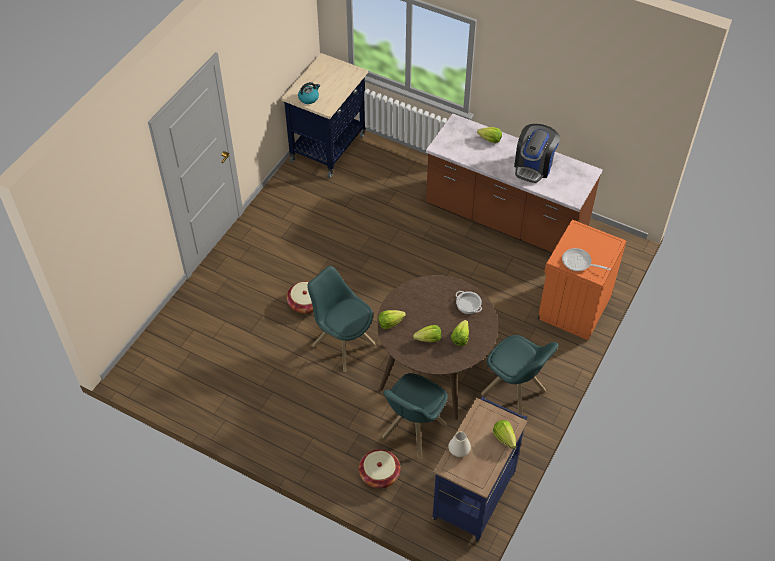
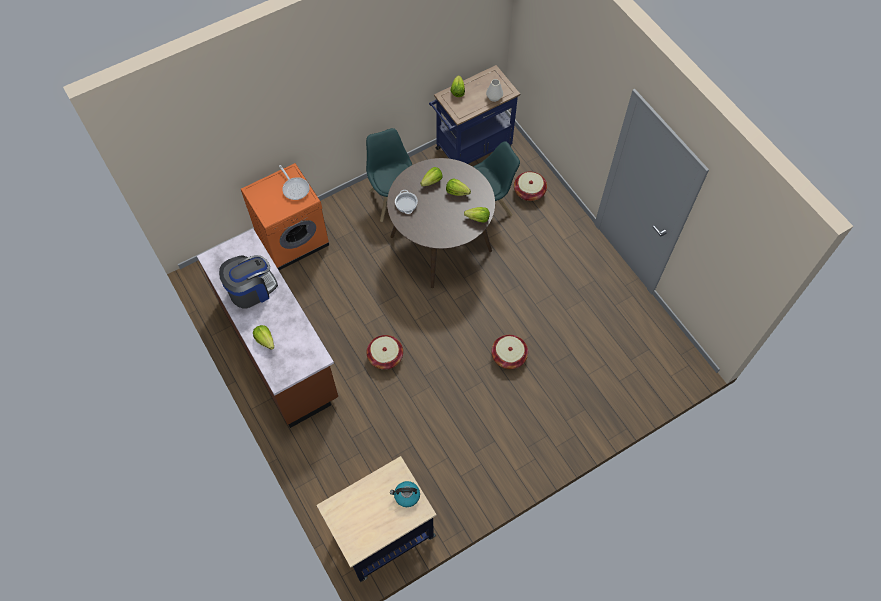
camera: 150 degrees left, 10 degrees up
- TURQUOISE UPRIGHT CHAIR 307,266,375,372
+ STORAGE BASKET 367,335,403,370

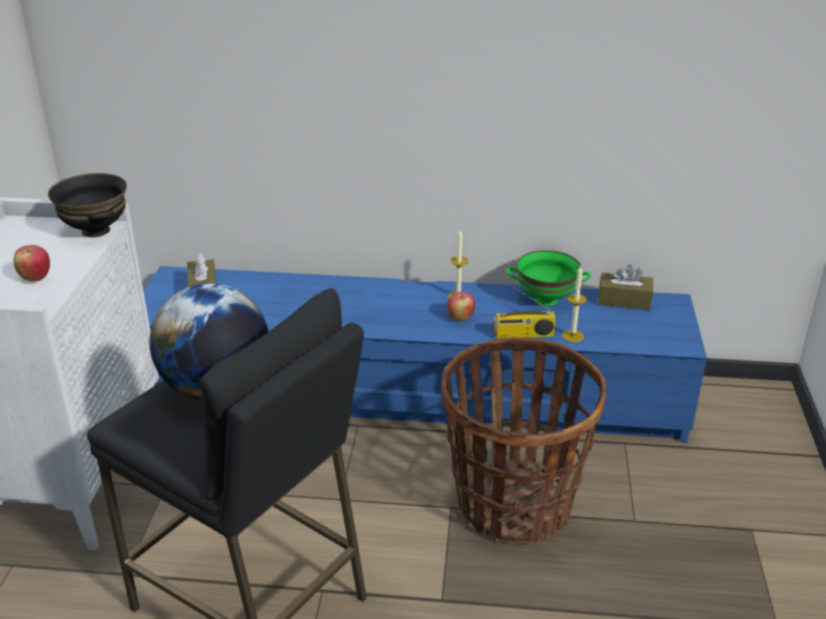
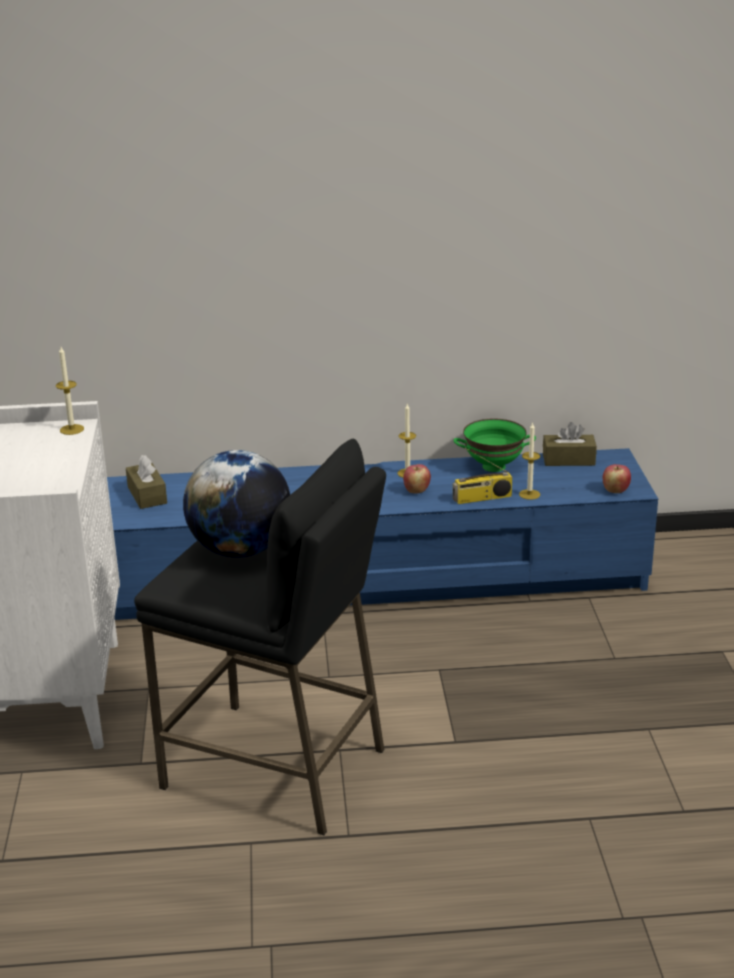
camera: 10 degrees left, 5 degrees down
- STORAGE BASKET 441,337,606,543
~ WHOLE APPLE 14,245,50,282 to 603,464,631,493
~ BLACK BOWL 48,173,127,237 to CANDLE 56,347,84,435

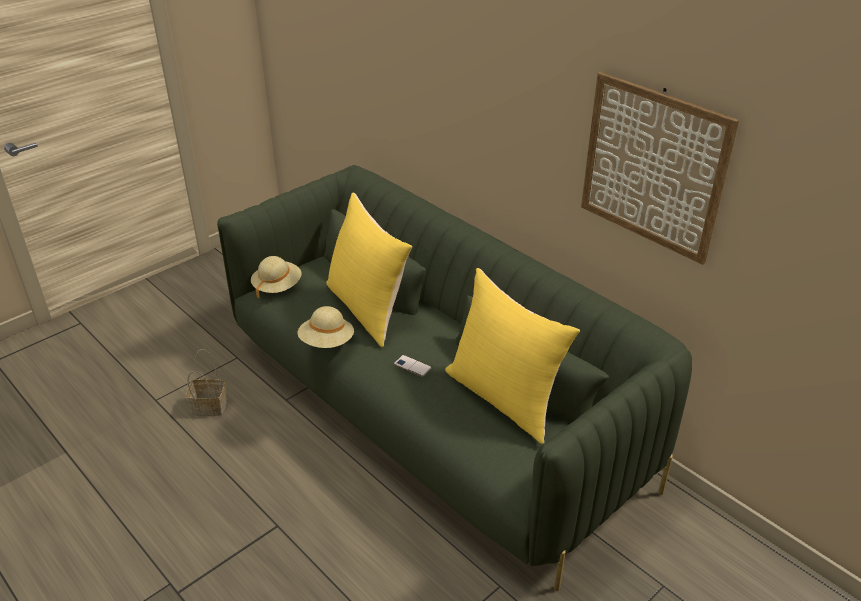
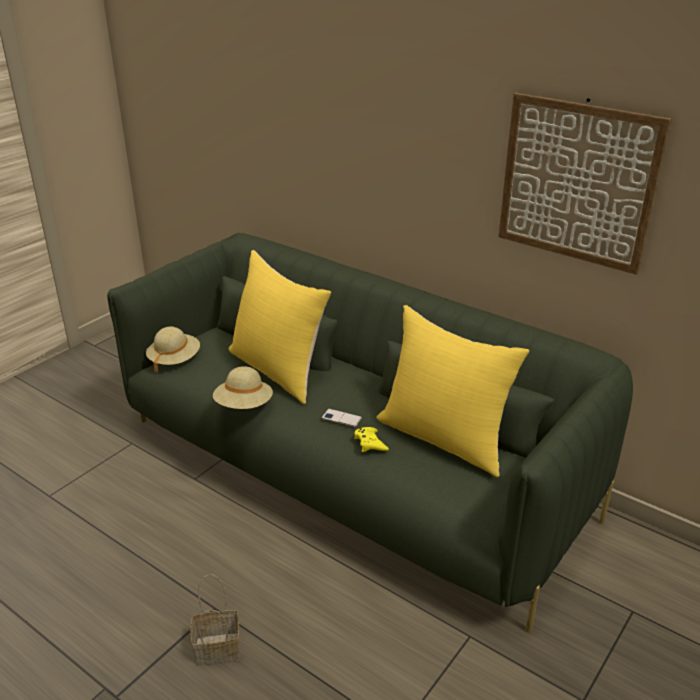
camera: 10 degrees left, 5 degrees down
+ YELLOW-COLOURED GAMEPAD 354,427,389,452
~ STORAGE BASKET 186,349,227,416 to 191,574,240,666

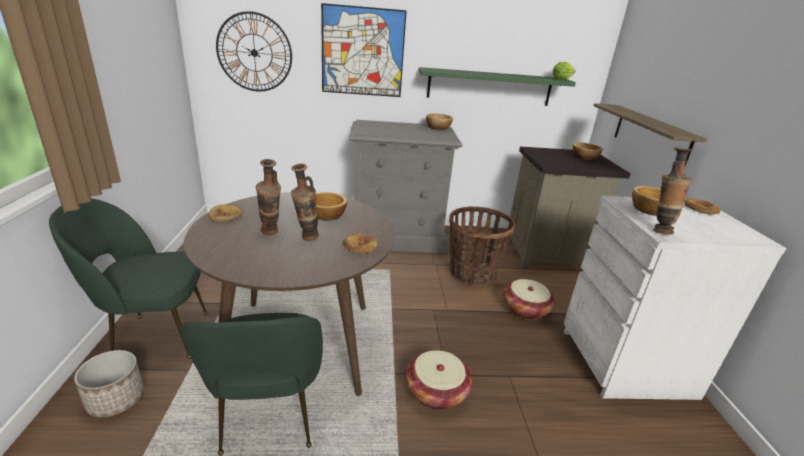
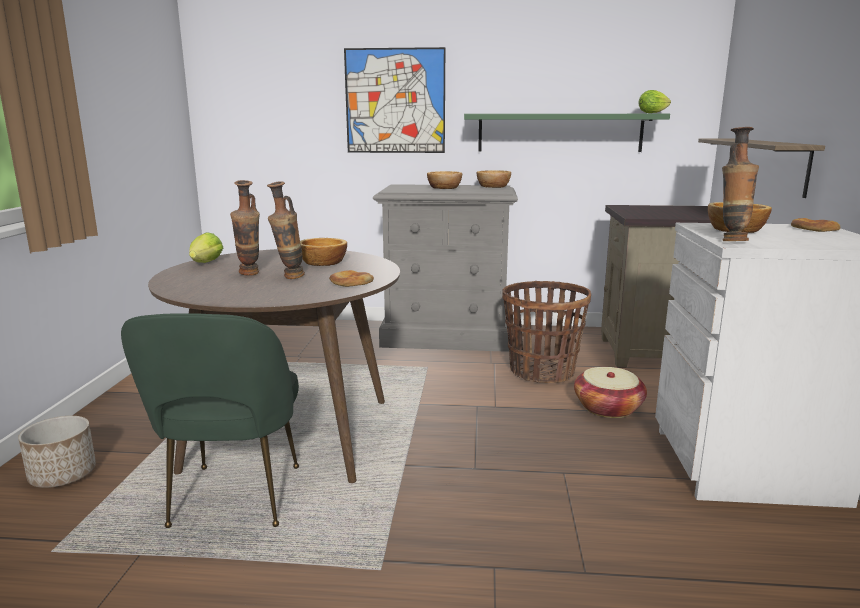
camera: 10 degrees right, 10 degrees down
- GREEN UPRIGHT CHAIR 49,198,208,359
- WALL CLOCK 216,11,292,92
- STORAGE BASKET 406,350,472,410
~ BOWL 573,143,603,161 to 427,171,462,189
~ BAKERY BREAD 209,205,243,222 to LETTUCE 189,232,223,263

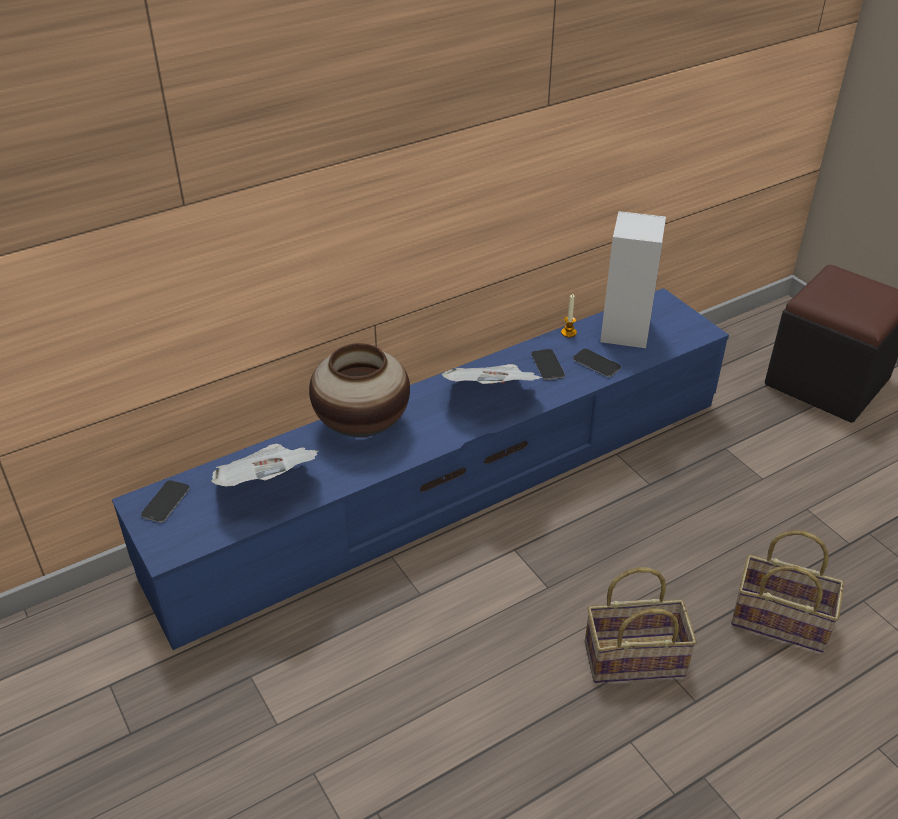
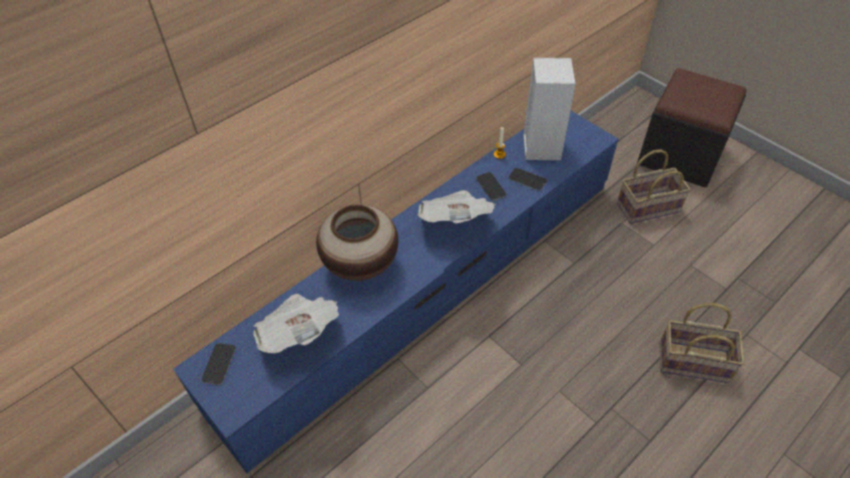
camera: 10 degrees left, 10 degrees up
~ STORAGE BASKET 585,567,697,683 to 617,149,691,224

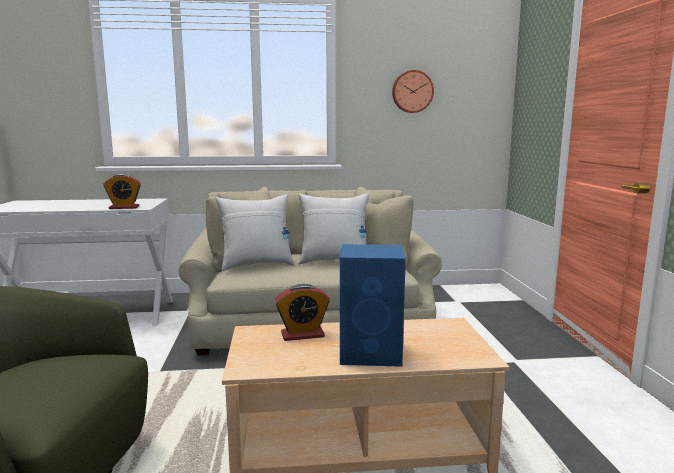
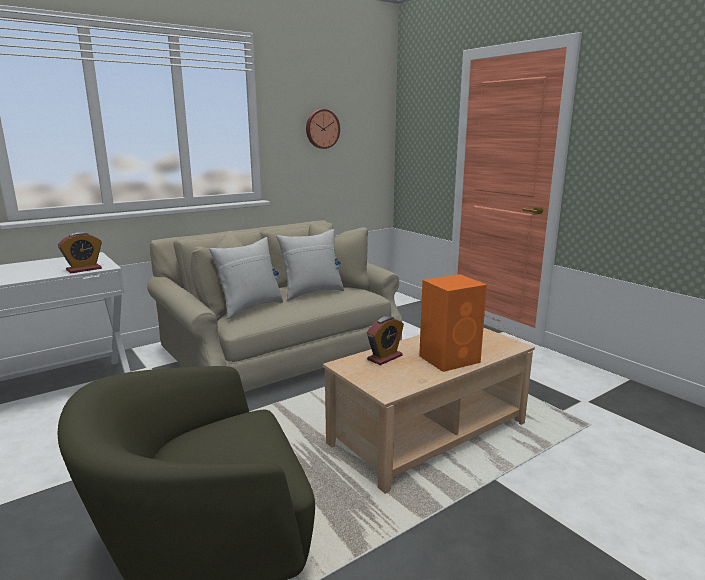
camera: 30 degrees left, 5 degrees up
~ BLUE SPEAKER 340,244,406,367 to ORANGE SPEAKER 419,274,487,372

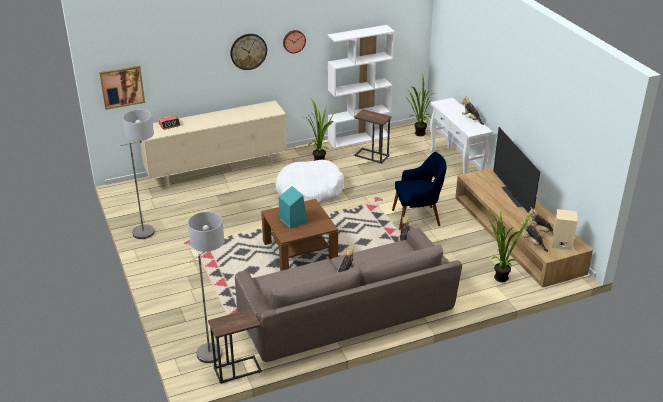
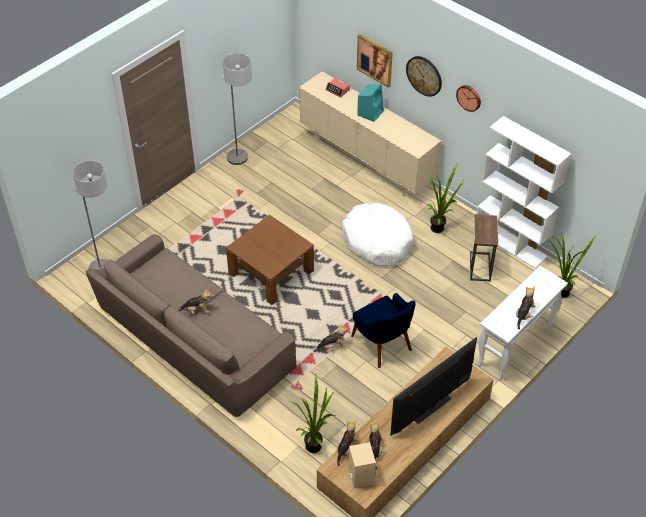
camera: 65 degrees right, 15 degrees up
- BROWN-COLOURED ACCENT TABLE 208,309,262,384
~ WALL ART 99,66,145,110 to 357,34,393,88
~ TURQUOISE SPEAKER 279,186,307,229 to 357,84,384,122

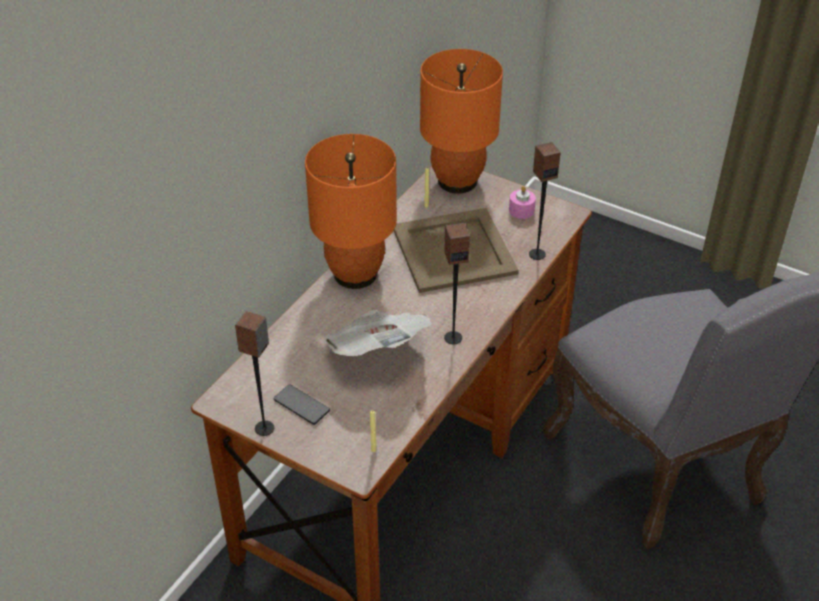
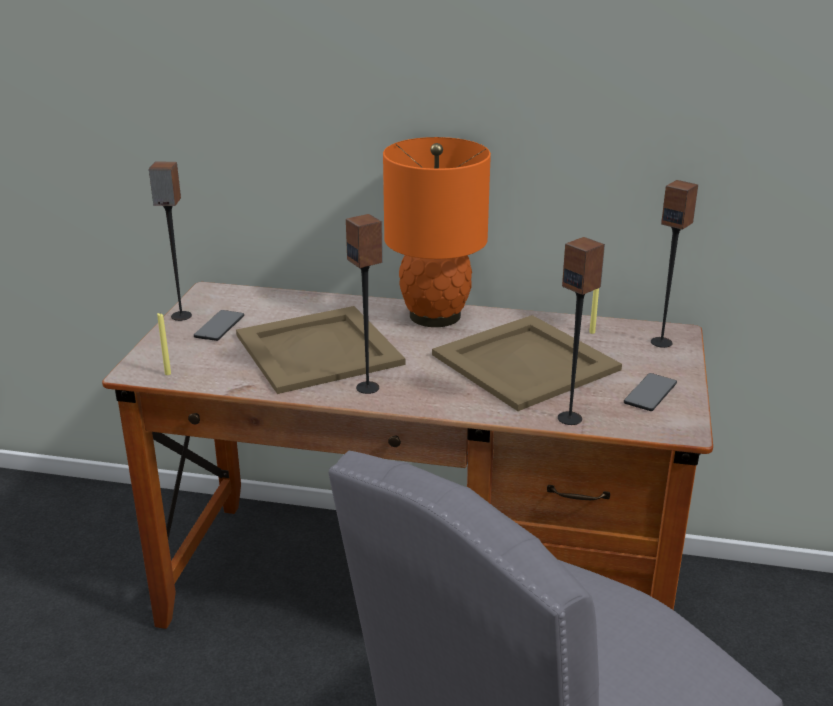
camera: 70 degrees right, 15 degrees down
~ NEWSPAPER 323,309,432,356 to BEIGE CARRYING TRAY 236,306,406,394
~ ORANGE LAMP FOR A TABLE 420,49,503,194 to SPEAKER 651,180,698,348
~ PINK CANDLE 509,186,536,219 to HANDSET 624,373,677,411

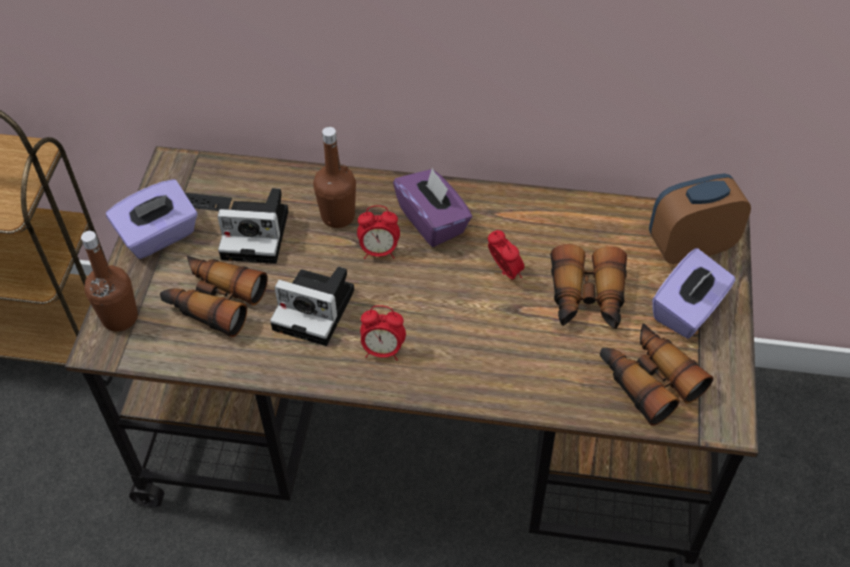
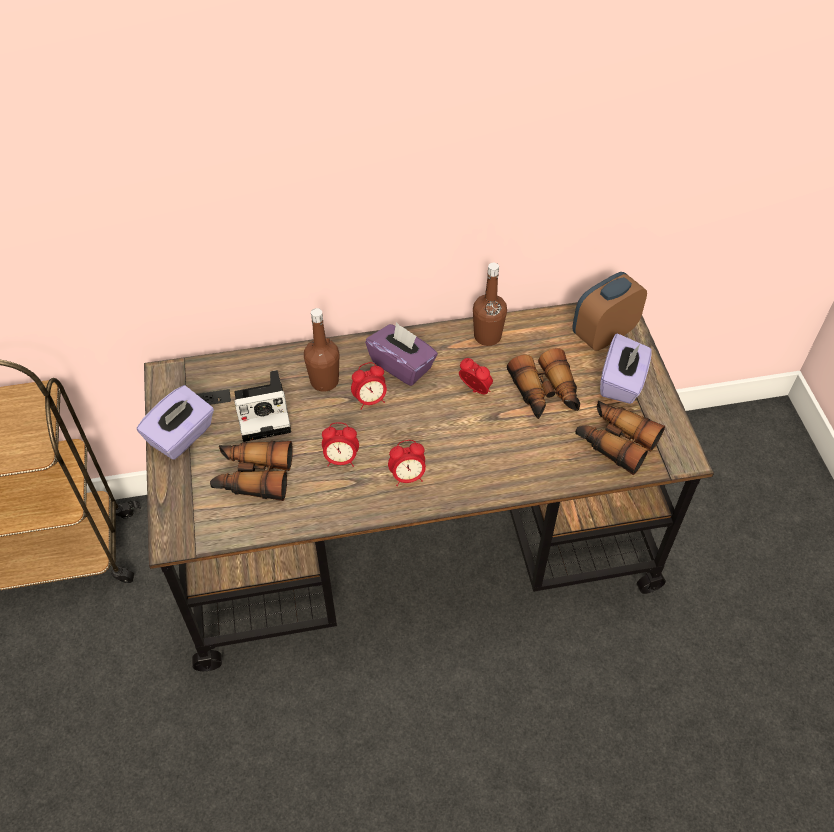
camera: 20 degrees left, 0 degrees up
~ BROWN-COLOURED BOTTLE 81,231,138,331 to 473,263,507,346
~ STILL CAMERA 270,267,354,346 to TABLE CLOCK 322,422,359,467

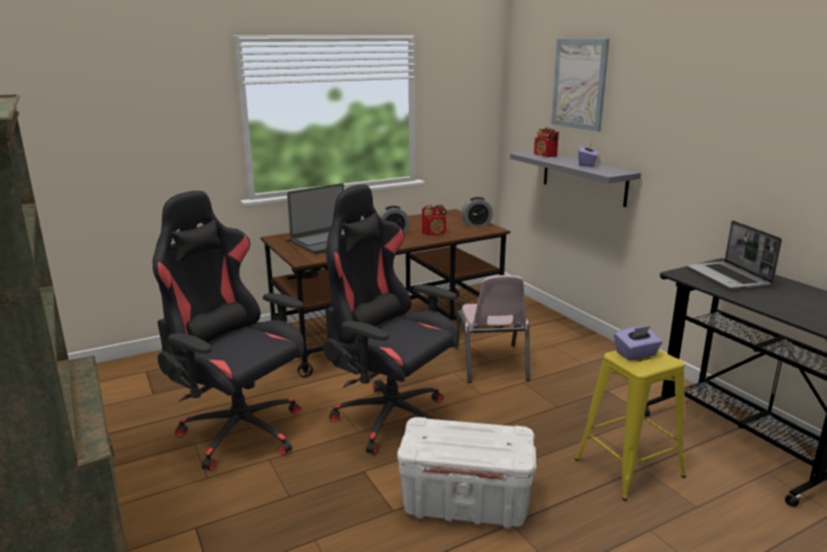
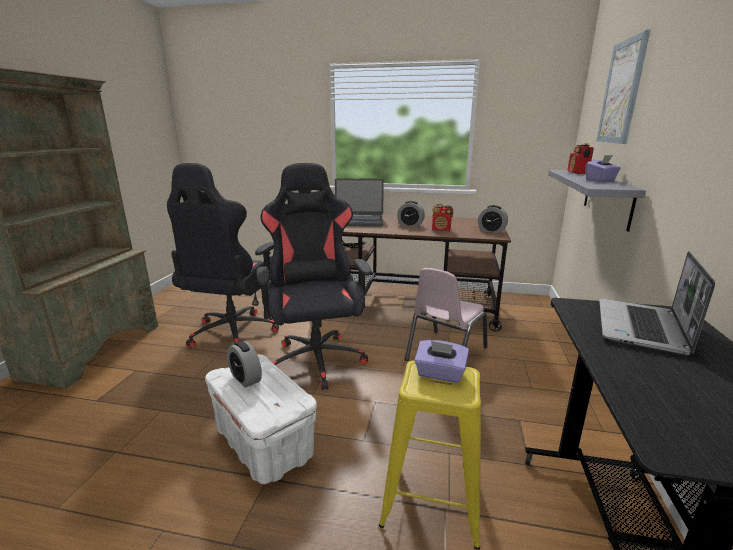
camera: 40 degrees right, 0 degrees up
+ TABLE CLOCK 227,341,262,388
~ BLACK COMPUTER CHAIR 153,191,304,470 = 167,163,279,348 150 degrees counterclockwise

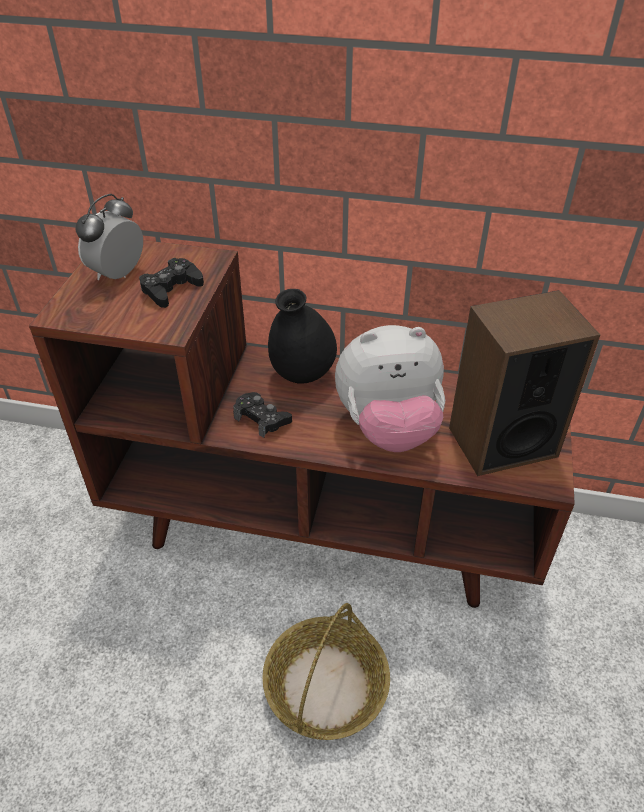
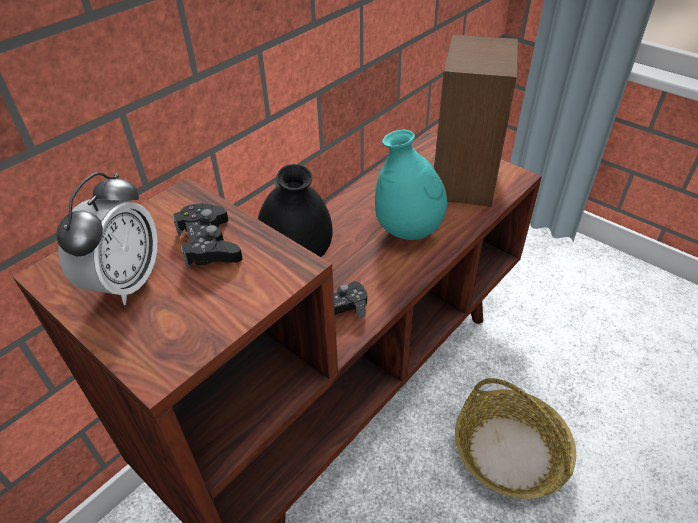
camera: 60 degrees left, 0 degrees up
~ SOFT TOY 335,325,445,452 to TURQUOISE FLOWER VASE 375,129,447,240
~ TABLE CLOCK 76,194,143,280 = 56,172,158,305 135 degrees counterclockwise

